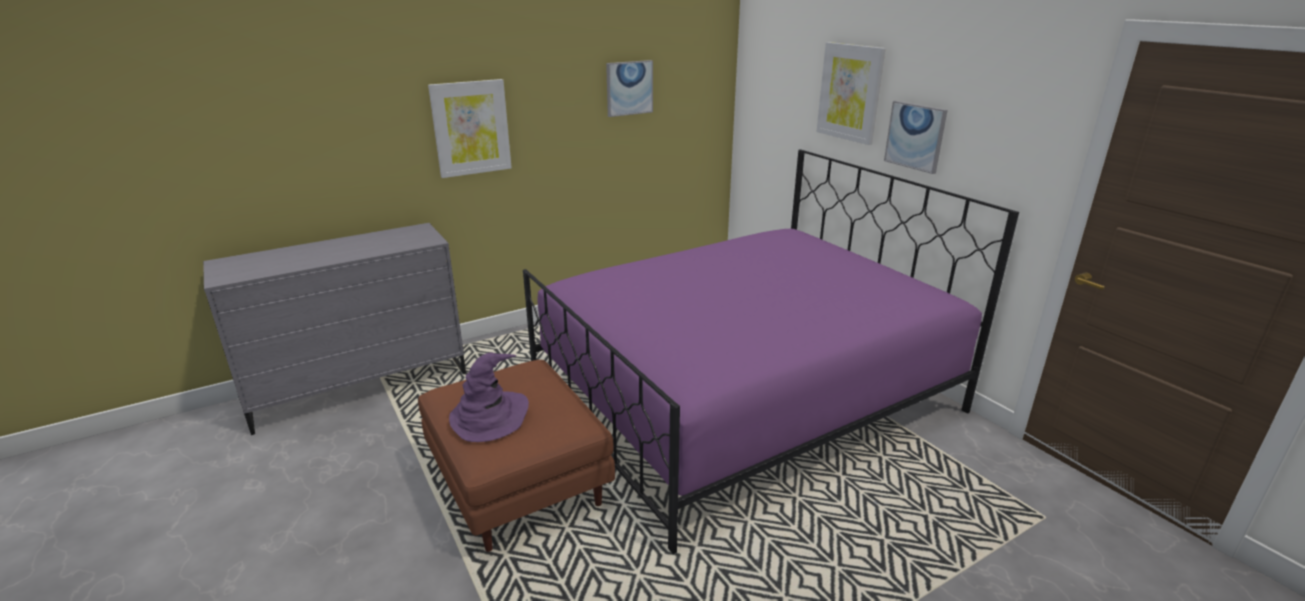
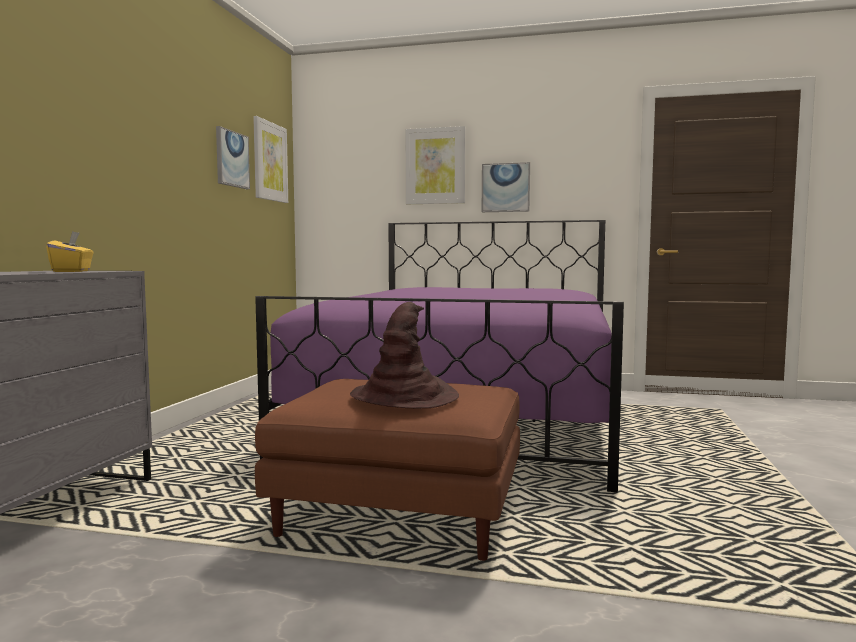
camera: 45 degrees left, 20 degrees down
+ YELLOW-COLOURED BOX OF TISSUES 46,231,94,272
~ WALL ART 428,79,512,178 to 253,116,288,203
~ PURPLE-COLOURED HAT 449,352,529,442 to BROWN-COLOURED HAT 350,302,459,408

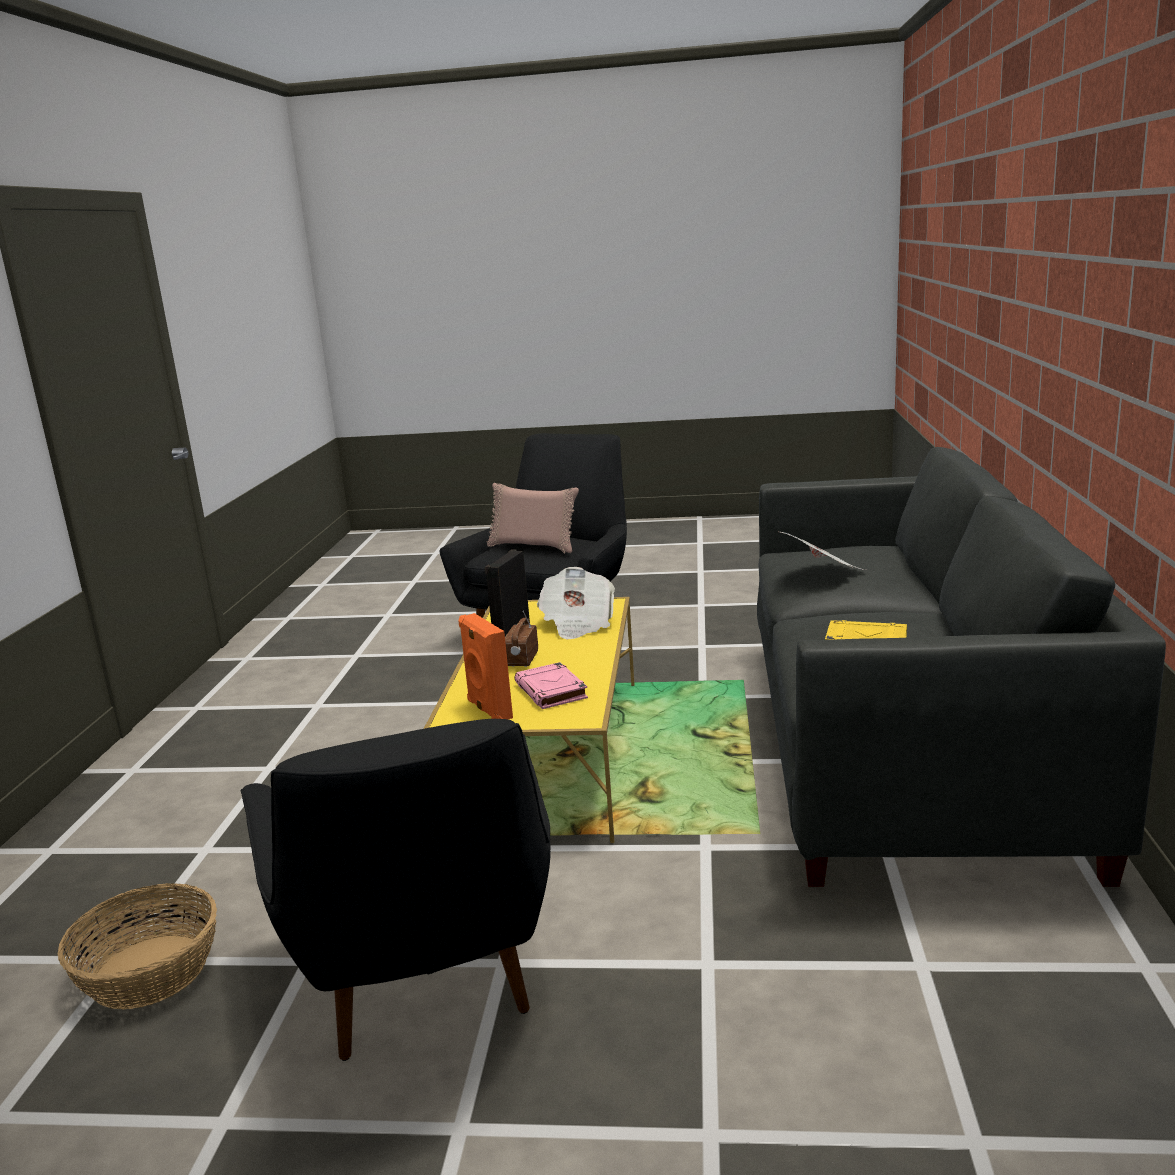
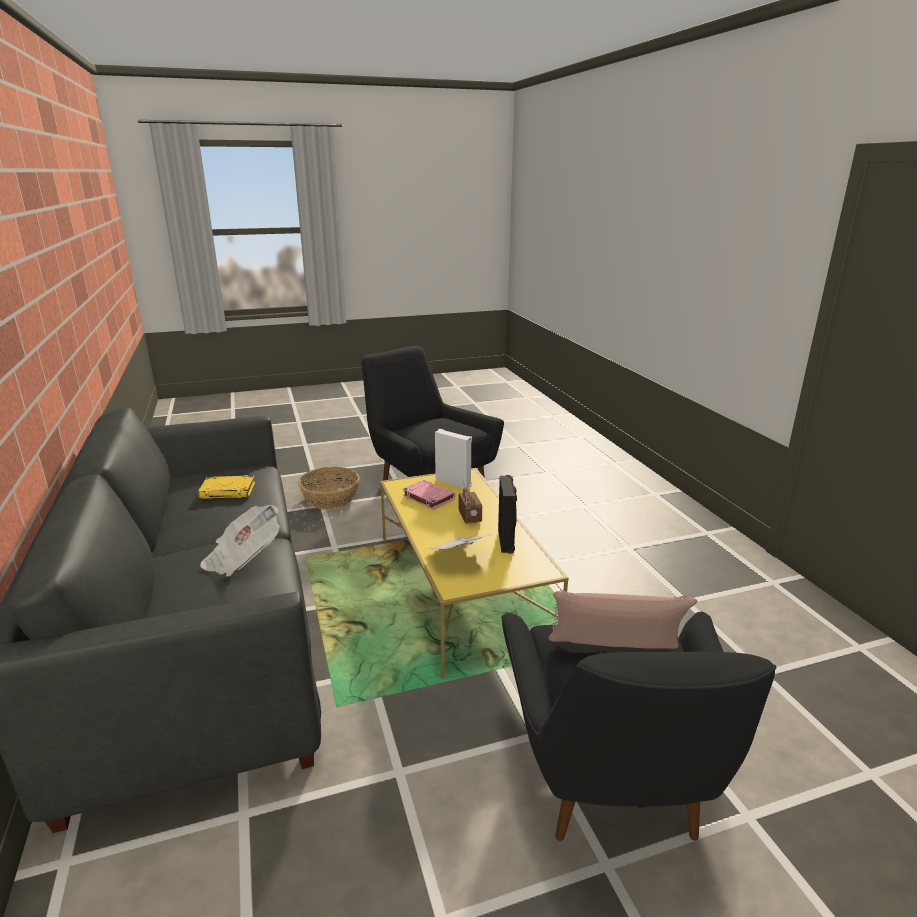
camera: 155 degrees right, 5 degrees up
~ STORAGE BASKET 58,883,217,1010 to 298,467,360,509
~ ORANGE SPEAKER 459,613,513,719 to WHITISH SPEAKER 435,429,472,488

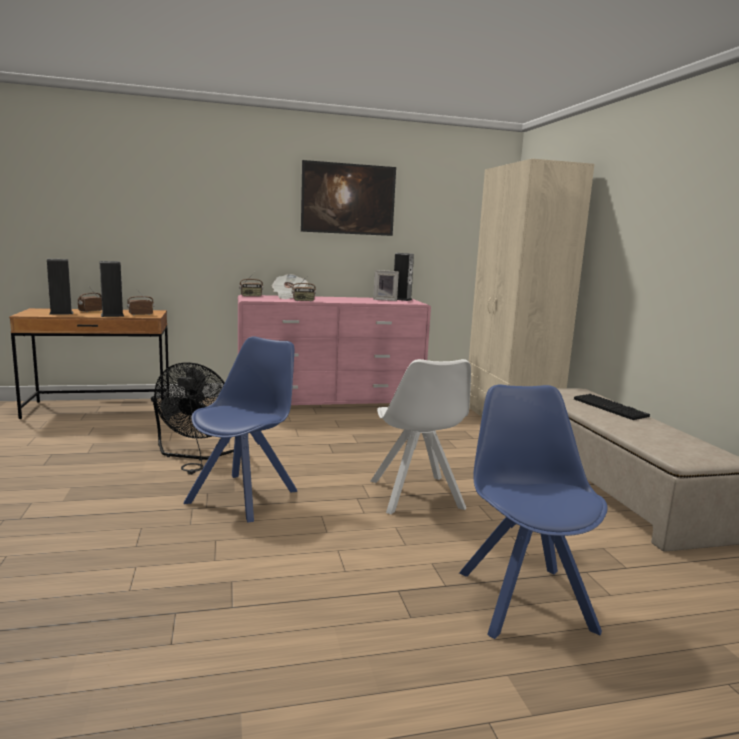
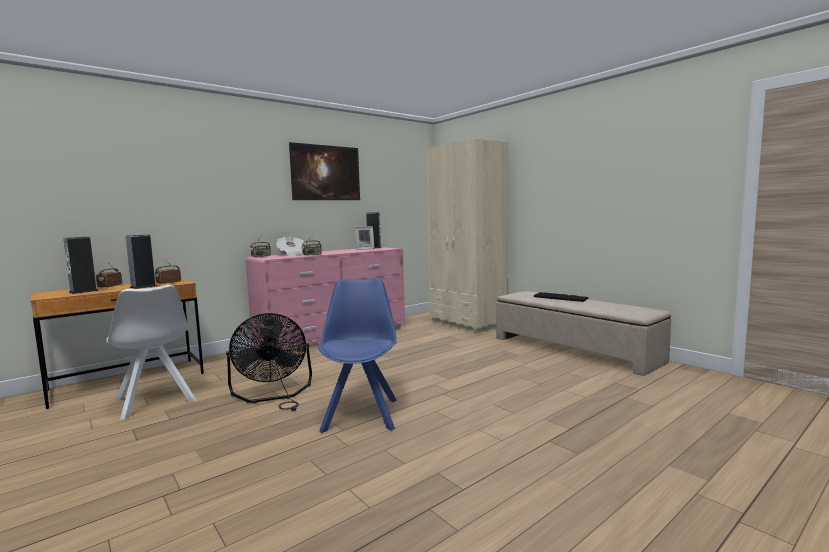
camera: 25 degrees left, 5 degrees down
- BLUE UPRIGHT CHAIR 459,384,608,639
~ WHITISH UPRIGHT CHAIR 371,359,471,514 to 107,285,196,420

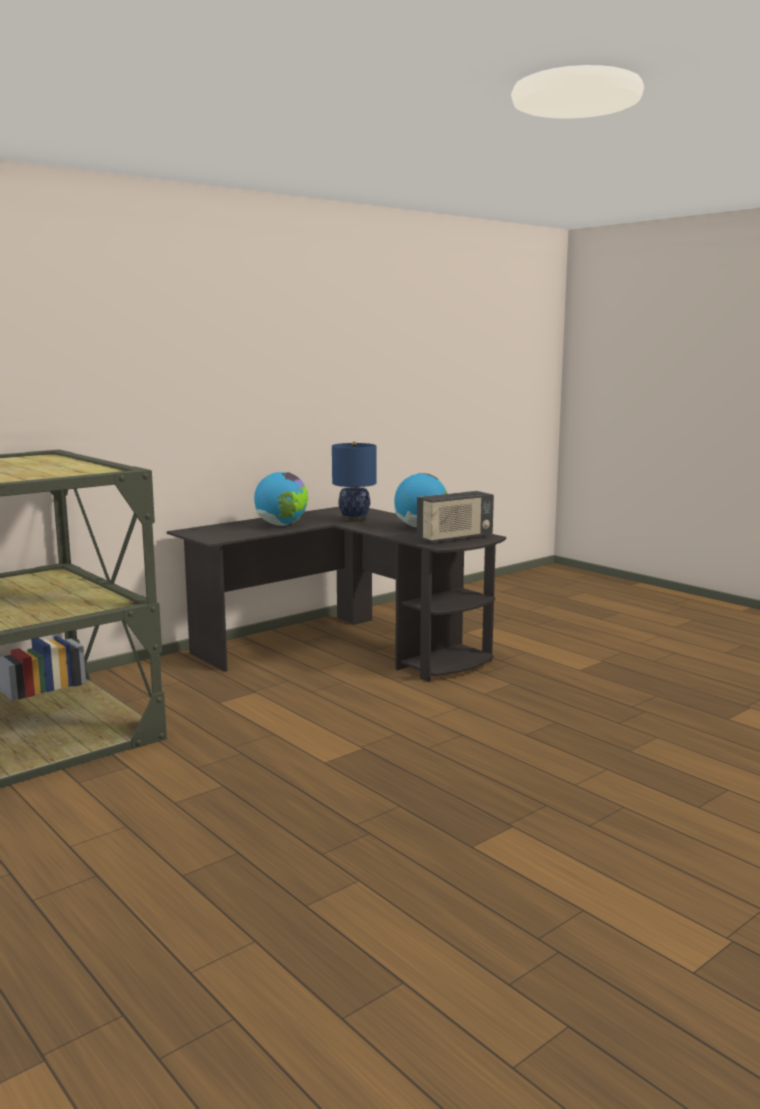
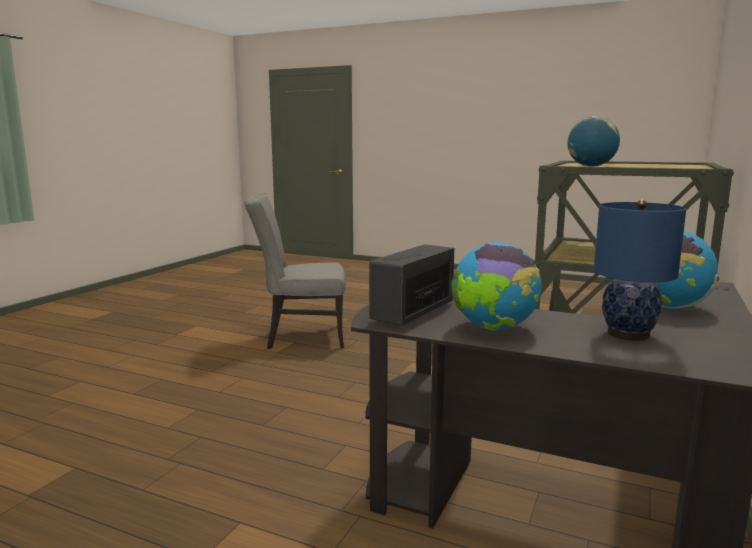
camera: 155 degrees right, 0 degrees up
+ GREYISH UPRIGHT CHAIR 244,193,346,349
+ GLOBE 568,116,620,167

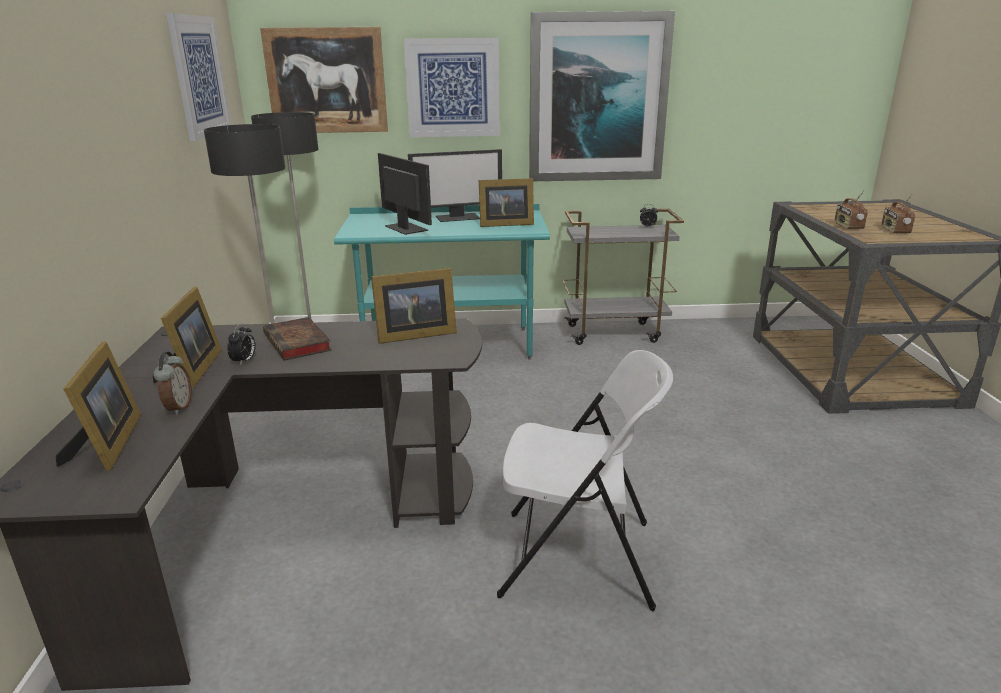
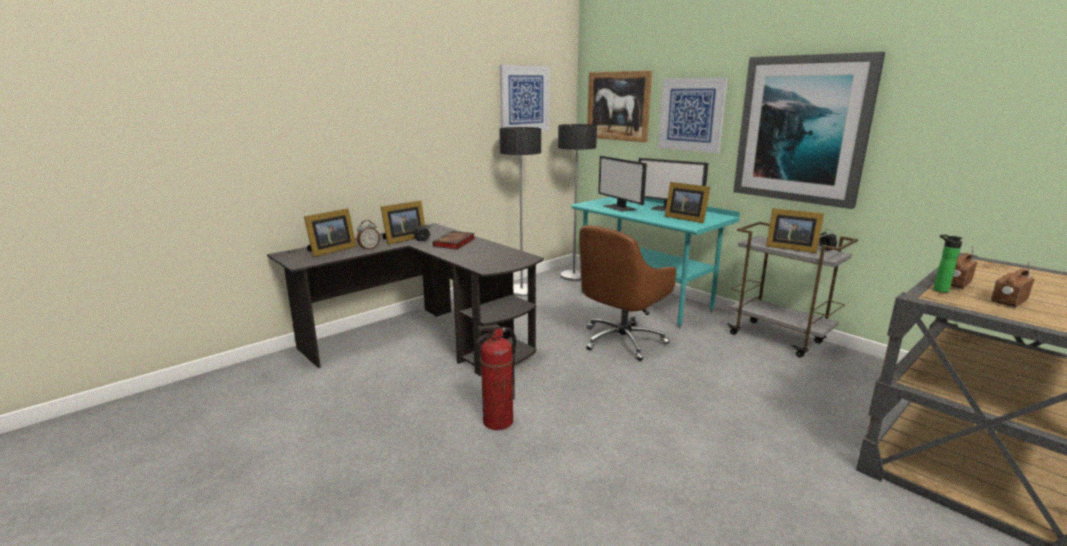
camera: 50 degrees right, 5 degrees down
+ BROWN-COLOURED COMPUTER CHAIR 579,225,676,361
+ BOTTLE 933,234,963,293
~ PICTURE FRAME 371,268,457,344 to 766,208,824,253
~ WHITISH UPRIGHT CHAIR 497,350,673,611 to EXTINGUISHER 477,325,516,430
~ COMPUTER DISPLAY 378,153,432,235 = 598,156,647,212 135 degrees clockwise

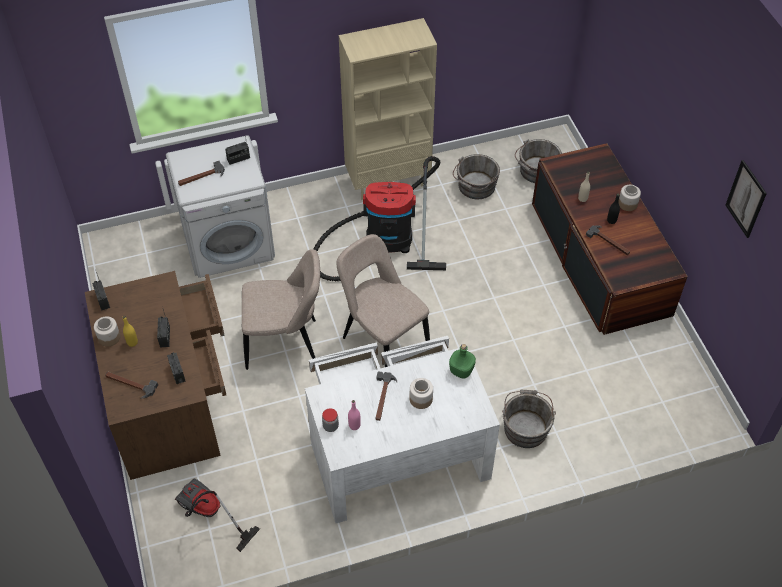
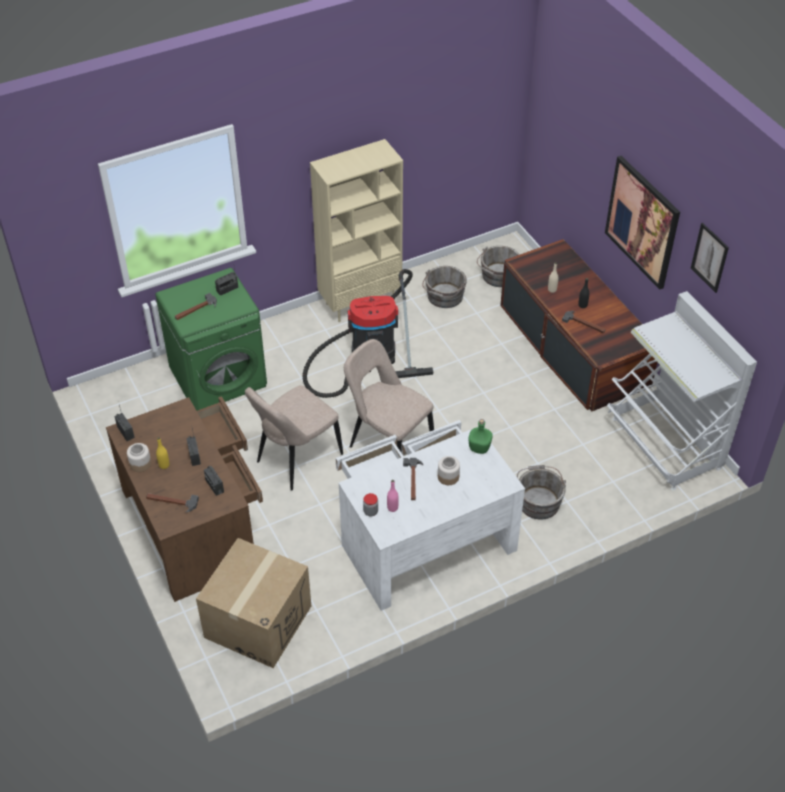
camera: 10 degrees left, 5 degrees down
- JAR 618,185,641,211
+ WALL ART 605,156,680,290
+ WHITISH SHOE STAND 607,291,757,490
~ VACUUM CLEANER 175,479,260,552 to PACKING BOX 196,538,311,668
~ WHITISH LAUNDRY APPLIANCE 166,135,275,278 to GREEN LAUNDRY APPLIANCE 155,268,267,411
~ BEIGE UPRIGHT CHAIR 242,249,320,370 = 245,385,343,491 150 degrees clockwise

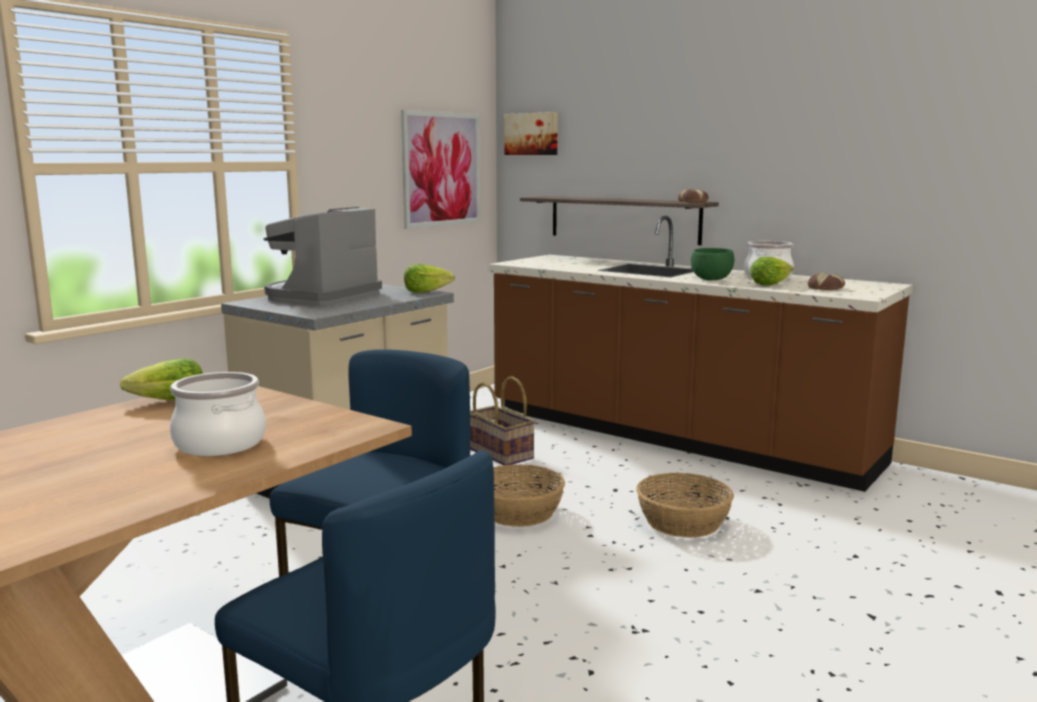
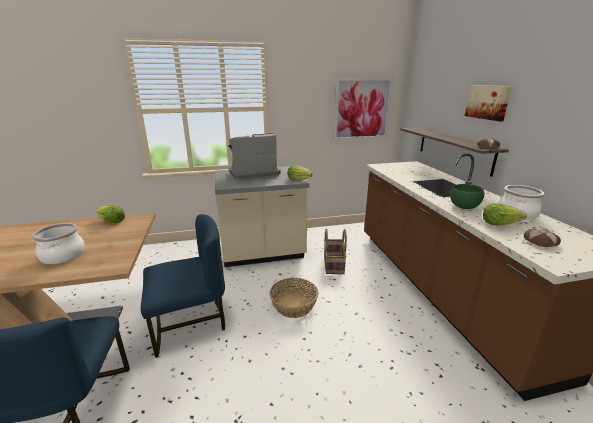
camera: 40 degrees right, 10 degrees up
- STORAGE BASKET 636,473,734,538
~ WALL ART 504,112,558,155 to 465,85,512,121

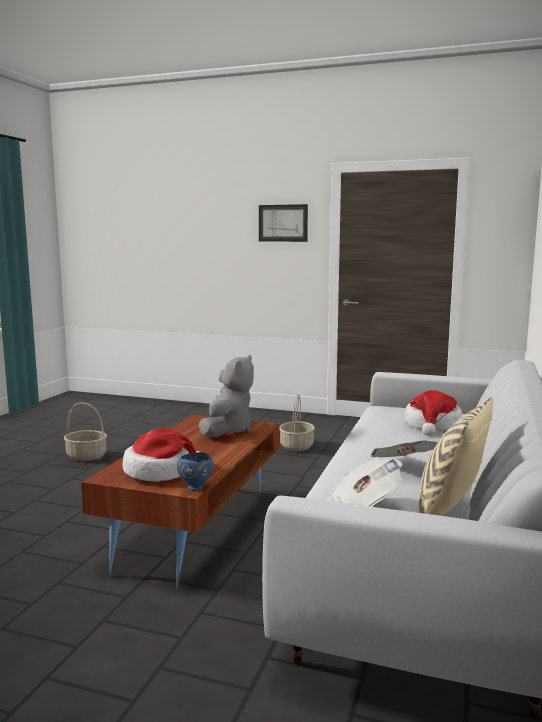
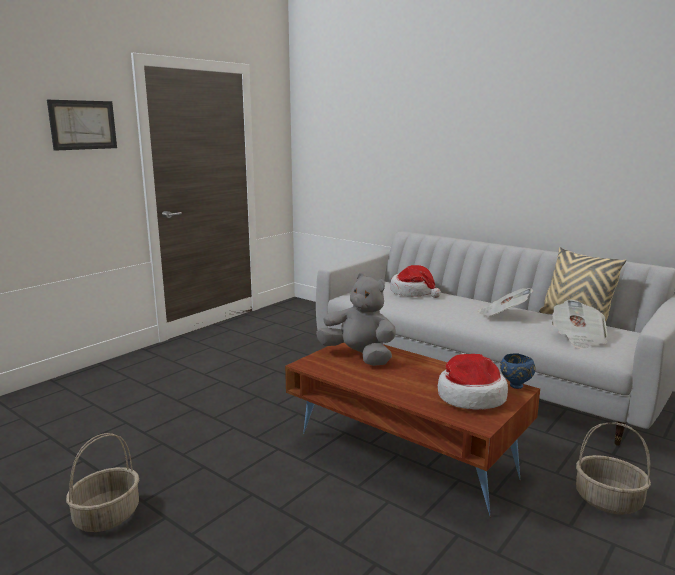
camera: 70 degrees left, 5 degrees up
~ STORAGE BASKET 280,394,315,451 to 576,422,651,515

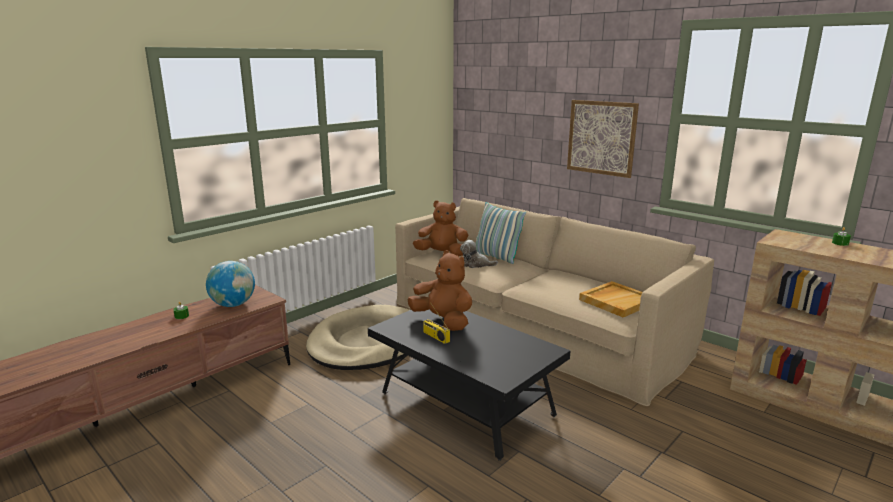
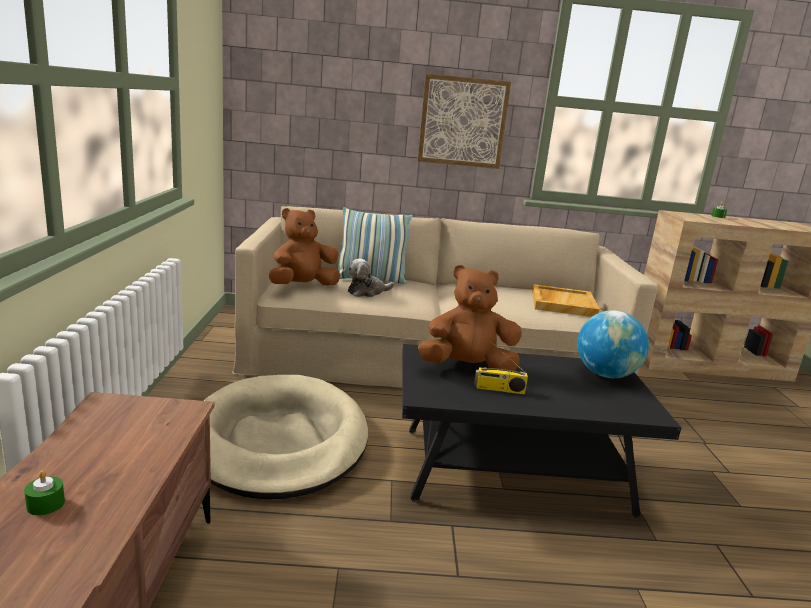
camera: 45 degrees left, 0 degrees up
~ GLOBE 206,261,255,307 to 577,310,649,378

